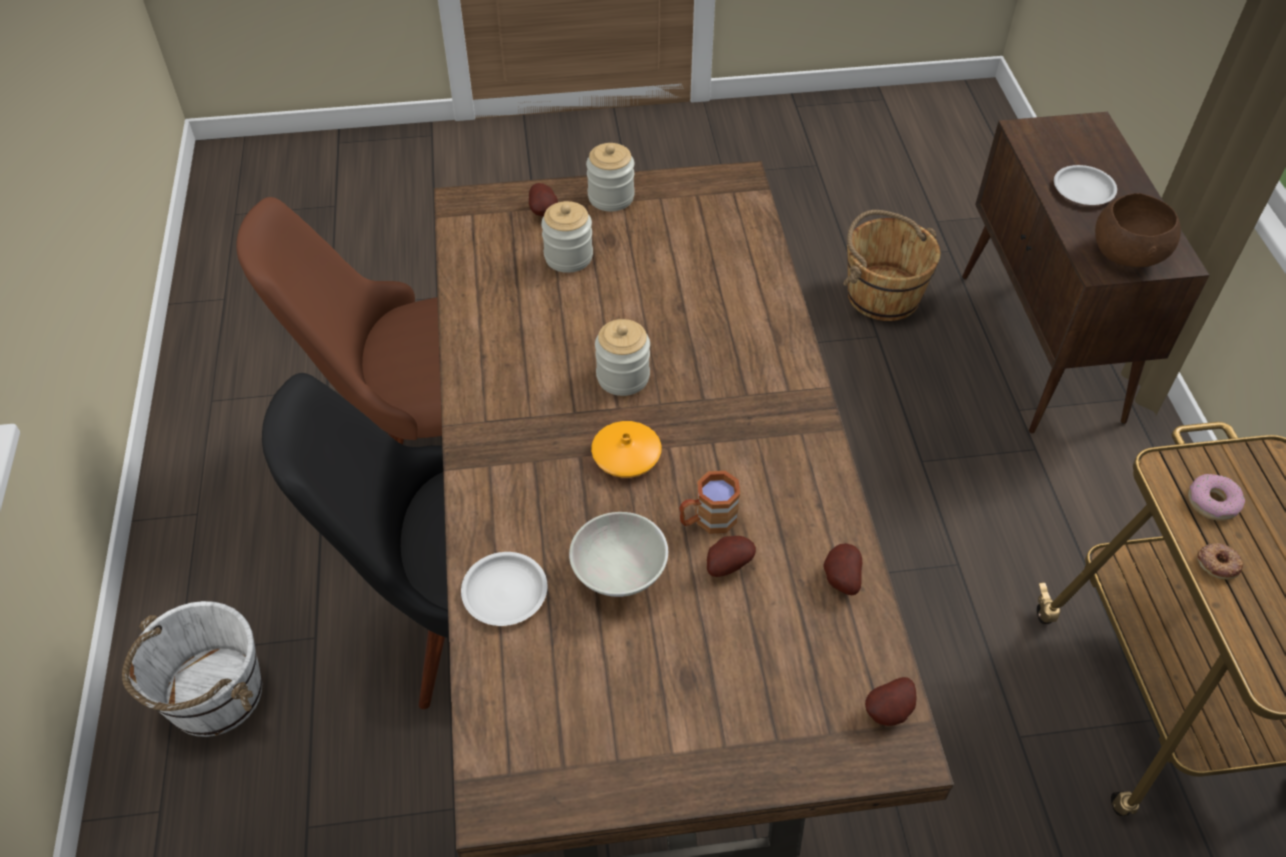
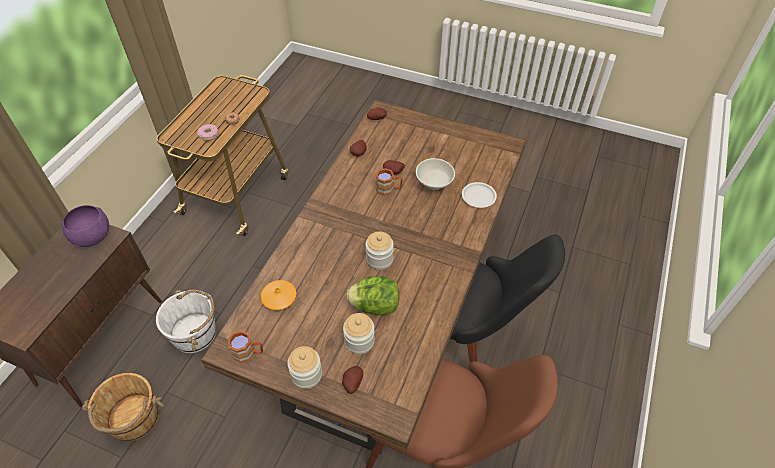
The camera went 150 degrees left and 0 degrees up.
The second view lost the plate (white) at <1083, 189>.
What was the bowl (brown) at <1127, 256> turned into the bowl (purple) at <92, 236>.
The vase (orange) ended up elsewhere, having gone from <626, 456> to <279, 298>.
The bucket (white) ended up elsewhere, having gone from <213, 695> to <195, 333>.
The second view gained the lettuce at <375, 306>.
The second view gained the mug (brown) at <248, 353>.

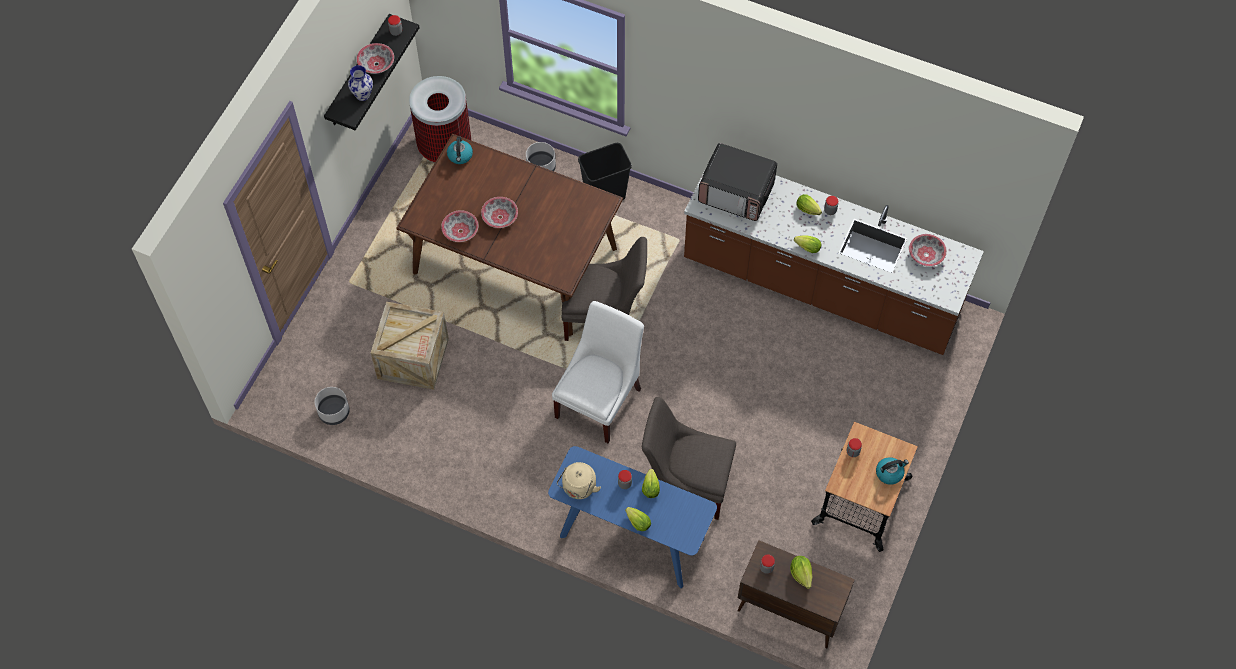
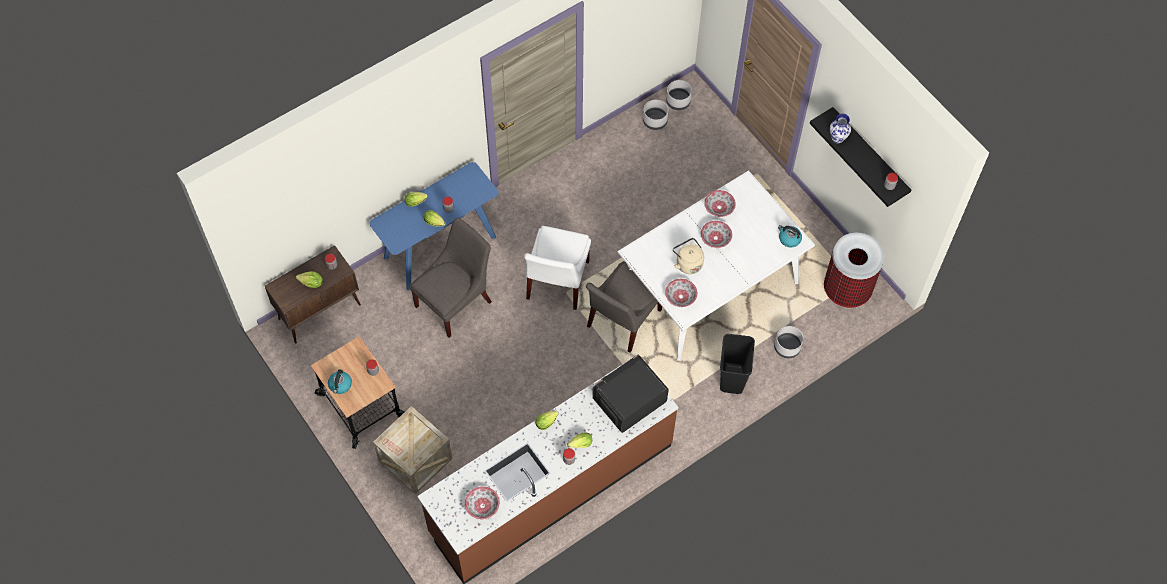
The camera went 120 degrees right and 0 degrees up.
The bowl ended up elsewhere, having gone from <376, 64> to <680, 296>.
What was the dining table (brown) at <514, 261> turned into the dining table (white) at <710, 286>.
The chair (white) at <600, 399> ended up facing another way, 45 degrees clockwise from before.
The crate ended up elsewhere, having gone from <413, 358> to <415, 459>.
The kettle (beige) ended up elsewhere, having gone from <578, 488> to <688, 263>.
The second view gained the planter (grey) at <678, 101>.

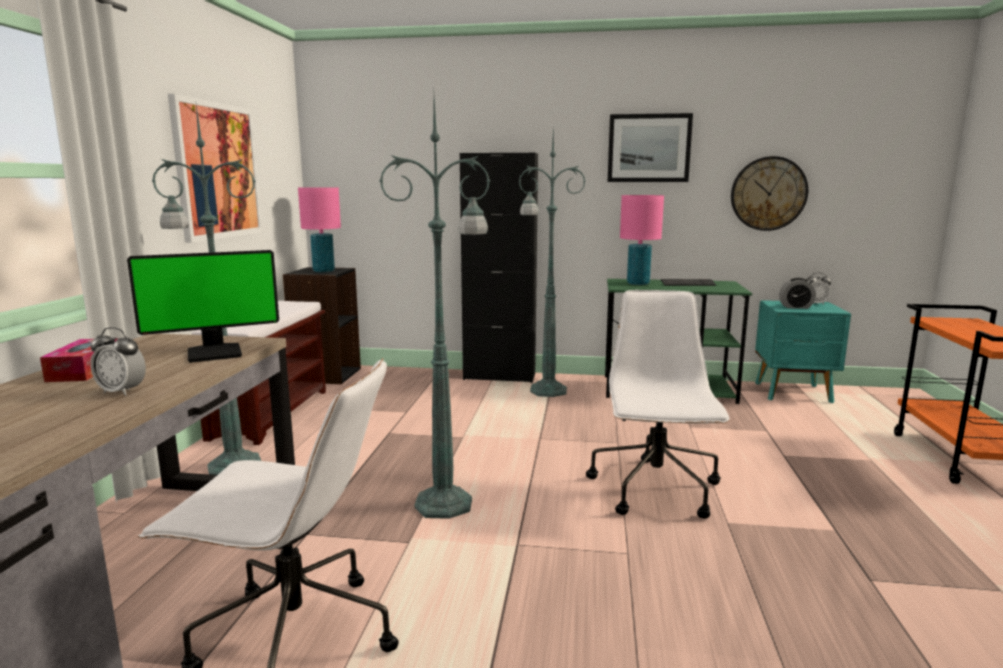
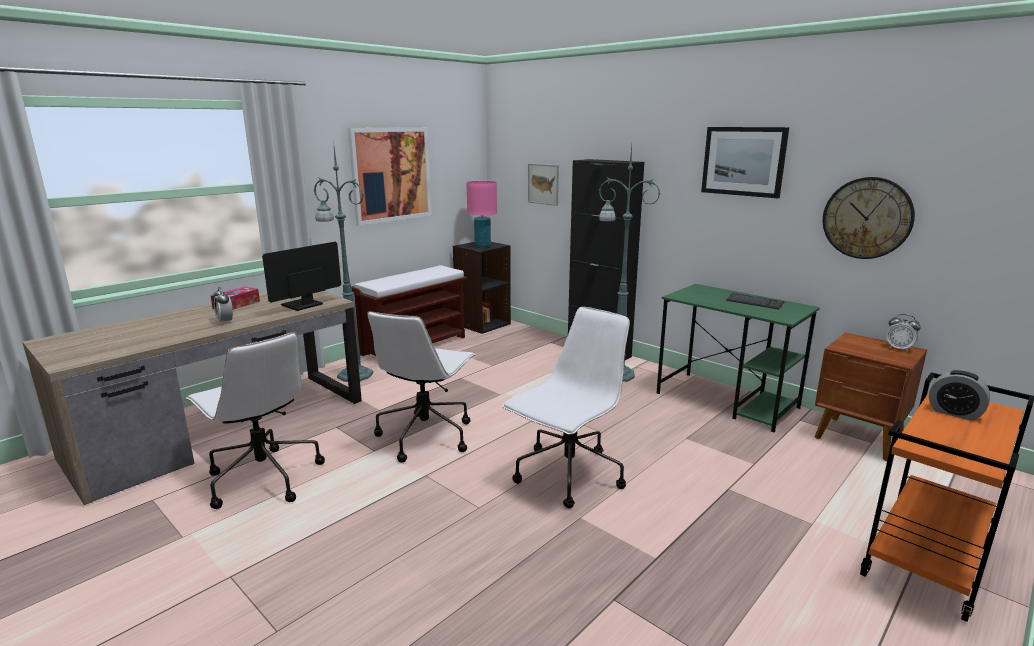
The camera went 35 degrees right and 5 degrees up.
Where the floor lamp (green) stood at <447, 503>, the office chair (white) came to stand at <426, 436>.
The second view lost the table lamp (pink) at <638, 284>.
The monitor at <215, 353> ended up facing another way, 120 degrees clockwise from before.
The alarm clock ended up elsewhere, having gone from <795, 307> to <954, 413>.
What was the nightstand (turquoise) at <794, 393> turned into the nightstand (brown) at <859, 439>.
The second view gained the picture at <543, 184>.

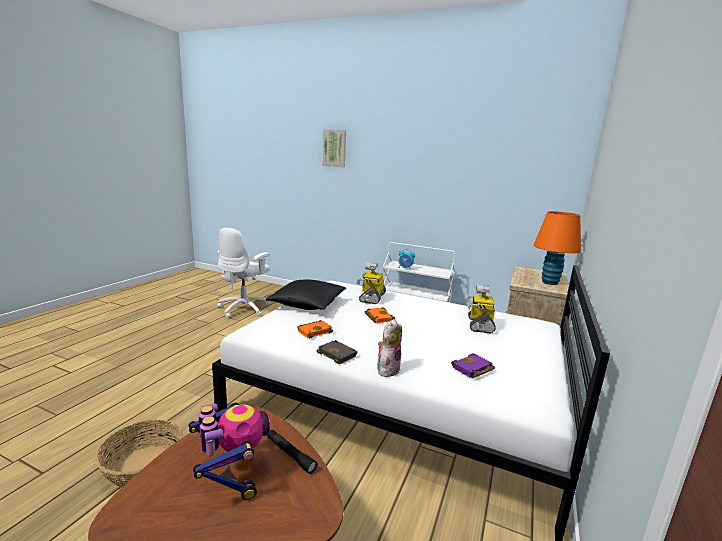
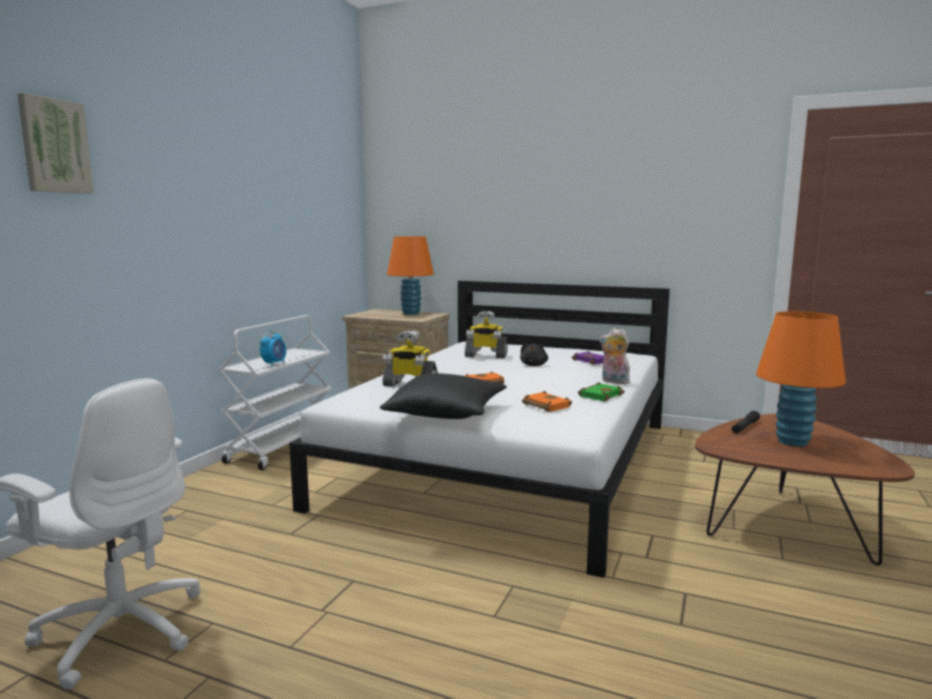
The camera went 90 degrees left and 5 degrees down.
What was the book (black) at <338, 354> turned into the book (green) at <600, 395>.
Where the toy robot stood at <231, 475>, the table lamp (orange) came to stand at <792, 442>.
The second view lost the basket at <143, 467>.
The second view gained the plush toy (black) at <534, 365>.

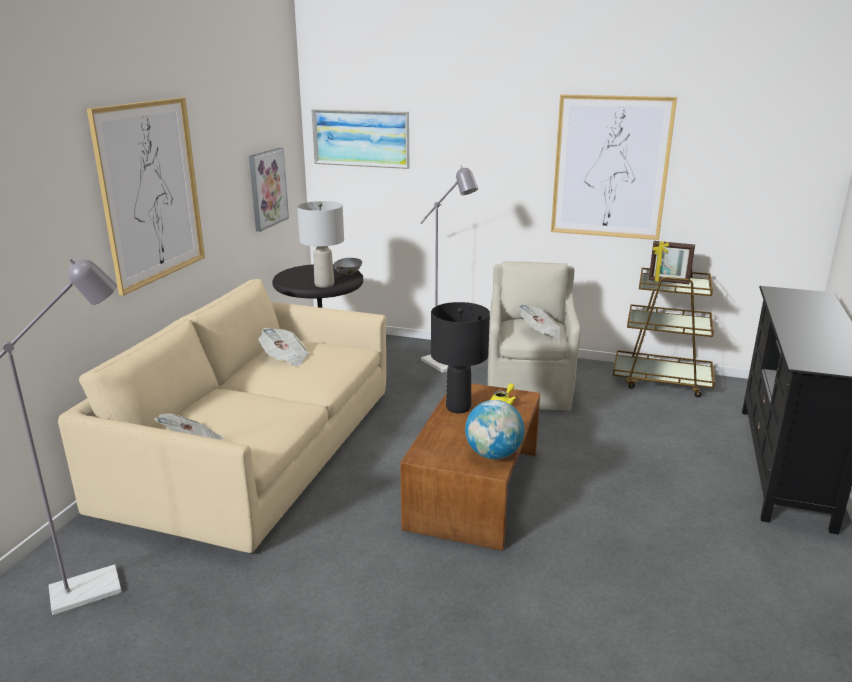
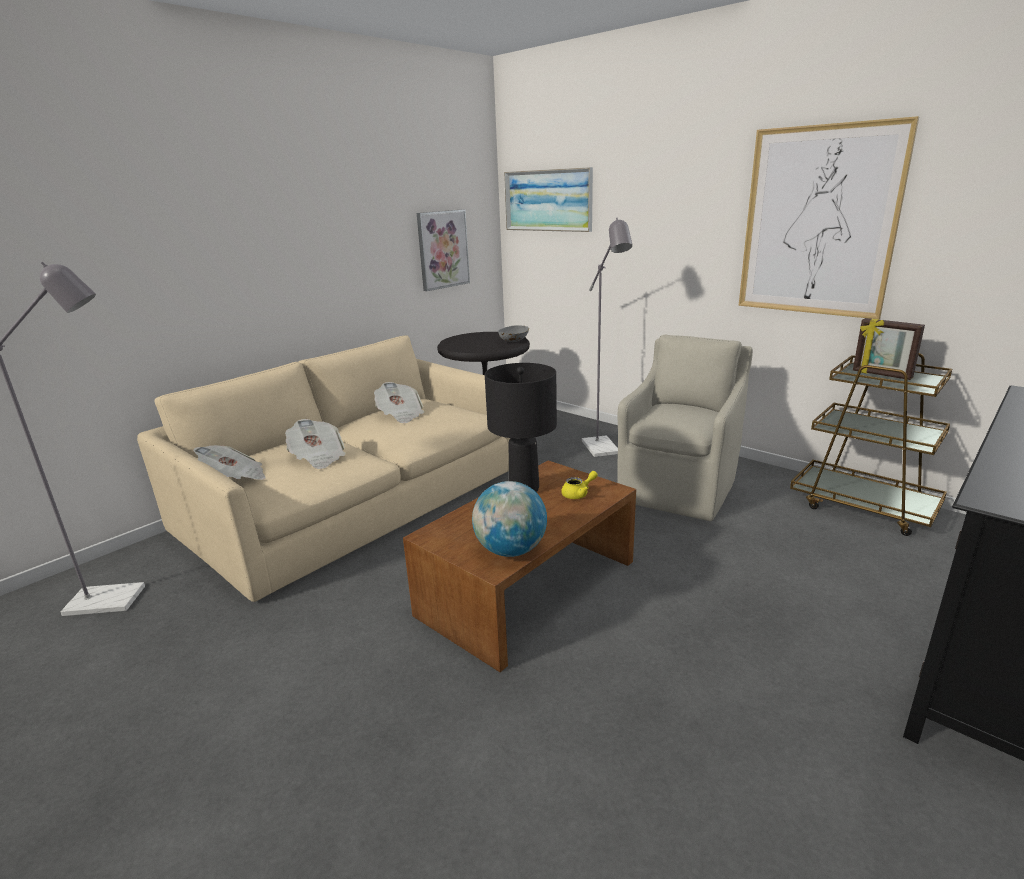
The camera went 25 degrees right and 0 degrees up.
The second view lost the picture at <151, 192>.
The second view lost the table lamp (grey) at <324, 284>.
The newspaper ended up elsewhere, having gone from <540, 333> to <318, 458>.

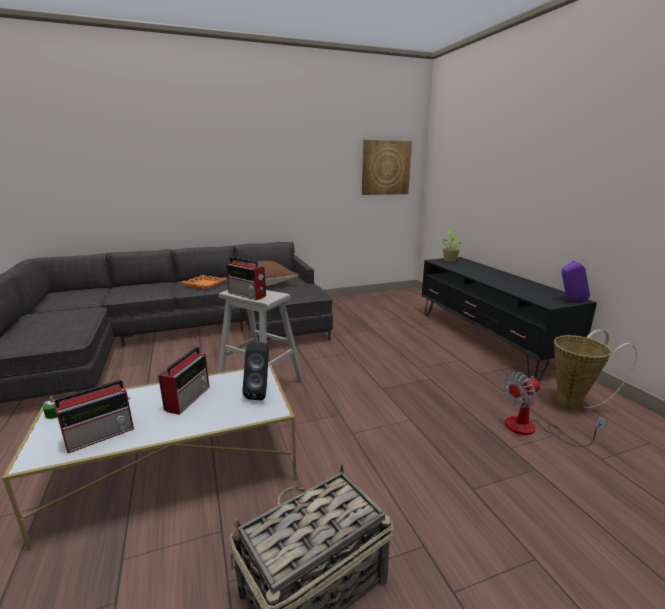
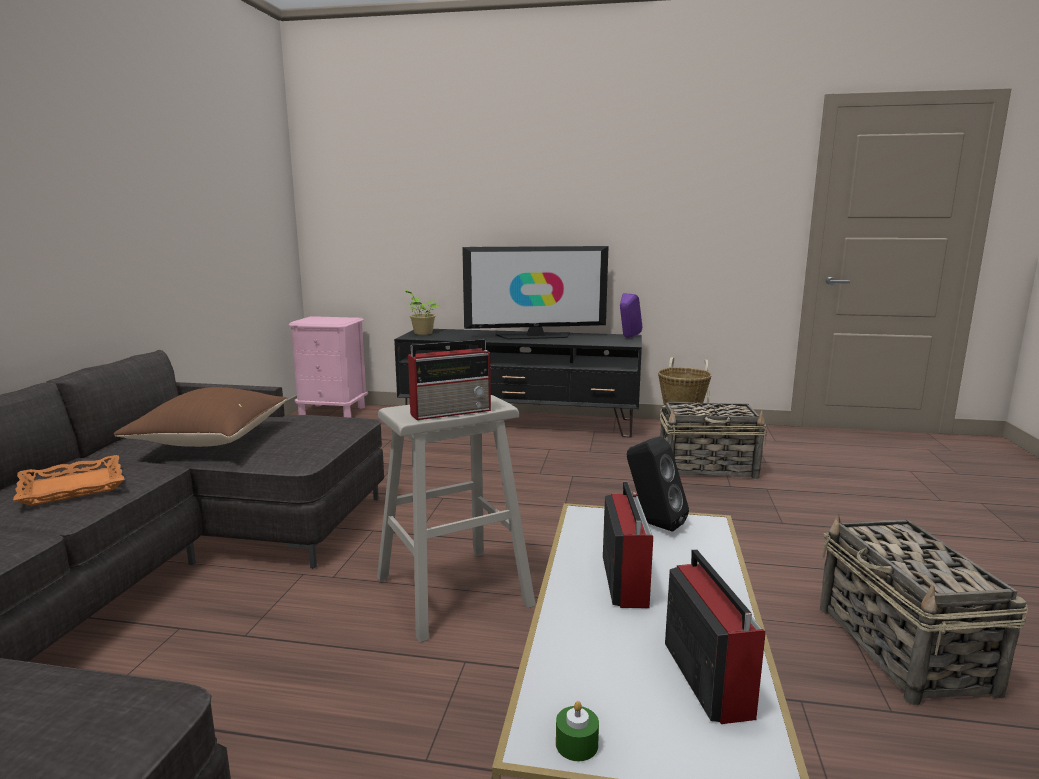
The camera went 60 degrees left and 5 degrees down.
The second view lost the picture at <385, 167>.
The radio at <189, 398> ended up facing another way, 45 degrees clockwise from before.
Where the fan stood at <532, 429>, the basket came to stand at <708, 468>.
The second view gained the television at <535, 336>.
The second view gained the nightstand (pink) at <332, 411>.

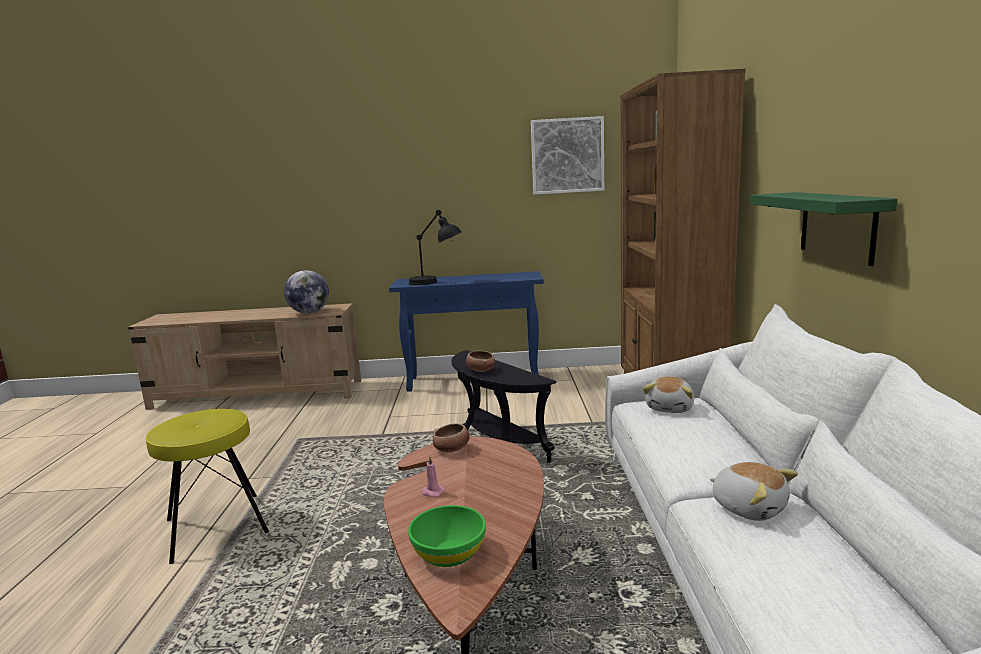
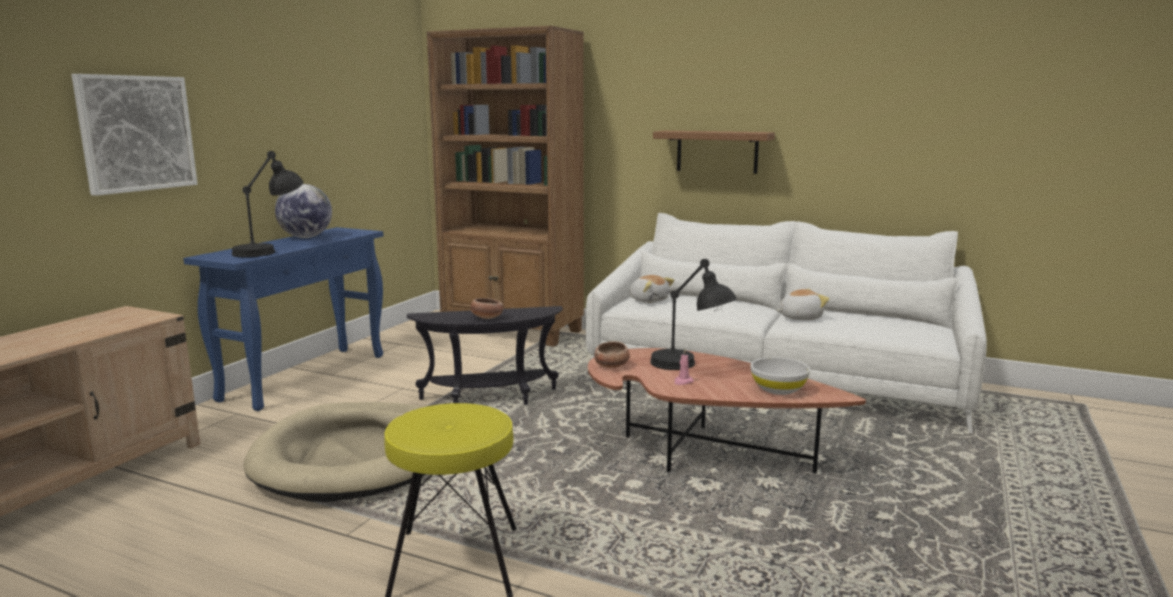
The camera went 65 degrees left and 0 degrees up.
The picture ended up elsewhere, having gone from <567, 156> to <136, 133>.
What was the shelf (green) at <837, 226> turned into the shelf (brown) at <717, 151>.
The globe ended up elsewhere, having gone from <309, 312> to <306, 237>.
What was the bowl (green) at <448, 554> turned into the bowl (white) at <778, 389>.
The second view gained the table lamp (black) at <689, 367>.
The second view gained the dog bed (beige) at <355, 457>.

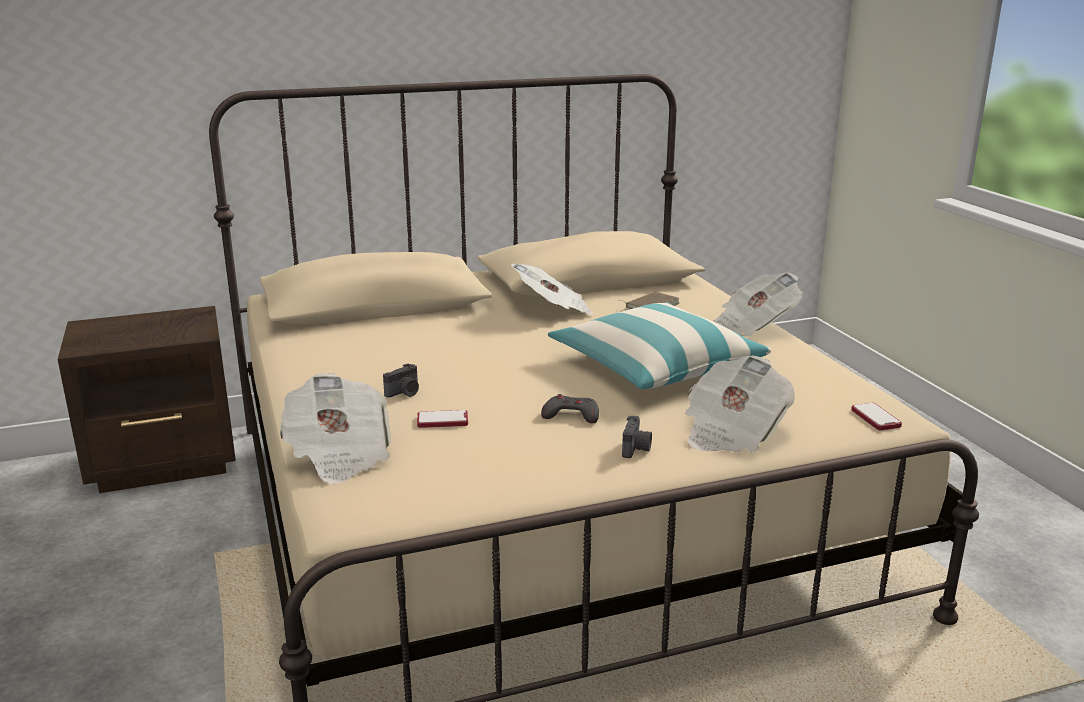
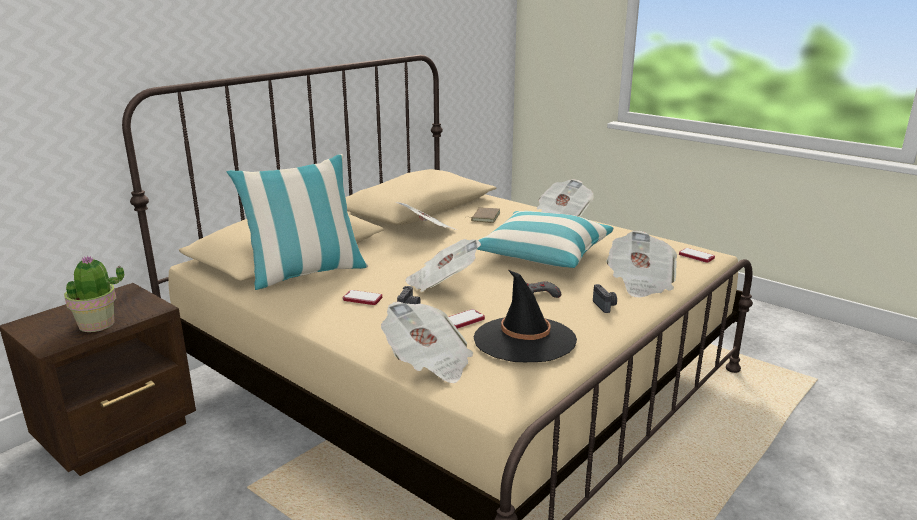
The camera went 30 degrees left and 0 degrees up.
The second view gained the pillow at <306, 273>.
The second view gained the newspaper at <442, 283>.
The second view gained the potted plant at <97, 324>.
The second view gained the hat (black) at <524, 340>.
The second view gained the phone at <362, 298>.

